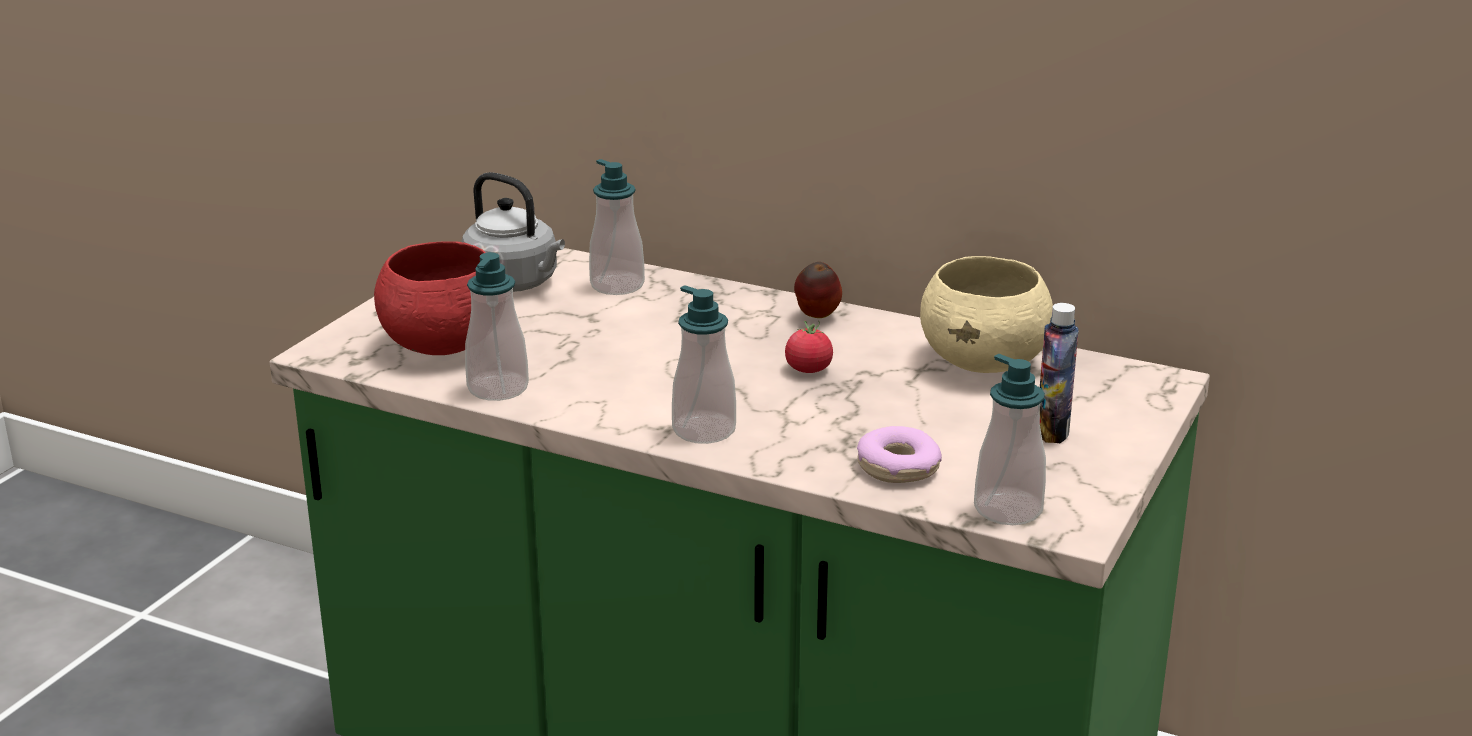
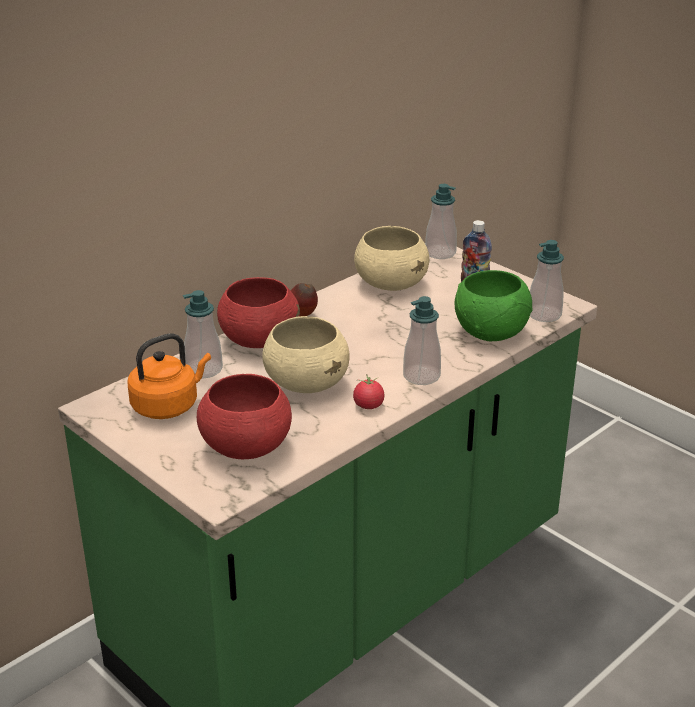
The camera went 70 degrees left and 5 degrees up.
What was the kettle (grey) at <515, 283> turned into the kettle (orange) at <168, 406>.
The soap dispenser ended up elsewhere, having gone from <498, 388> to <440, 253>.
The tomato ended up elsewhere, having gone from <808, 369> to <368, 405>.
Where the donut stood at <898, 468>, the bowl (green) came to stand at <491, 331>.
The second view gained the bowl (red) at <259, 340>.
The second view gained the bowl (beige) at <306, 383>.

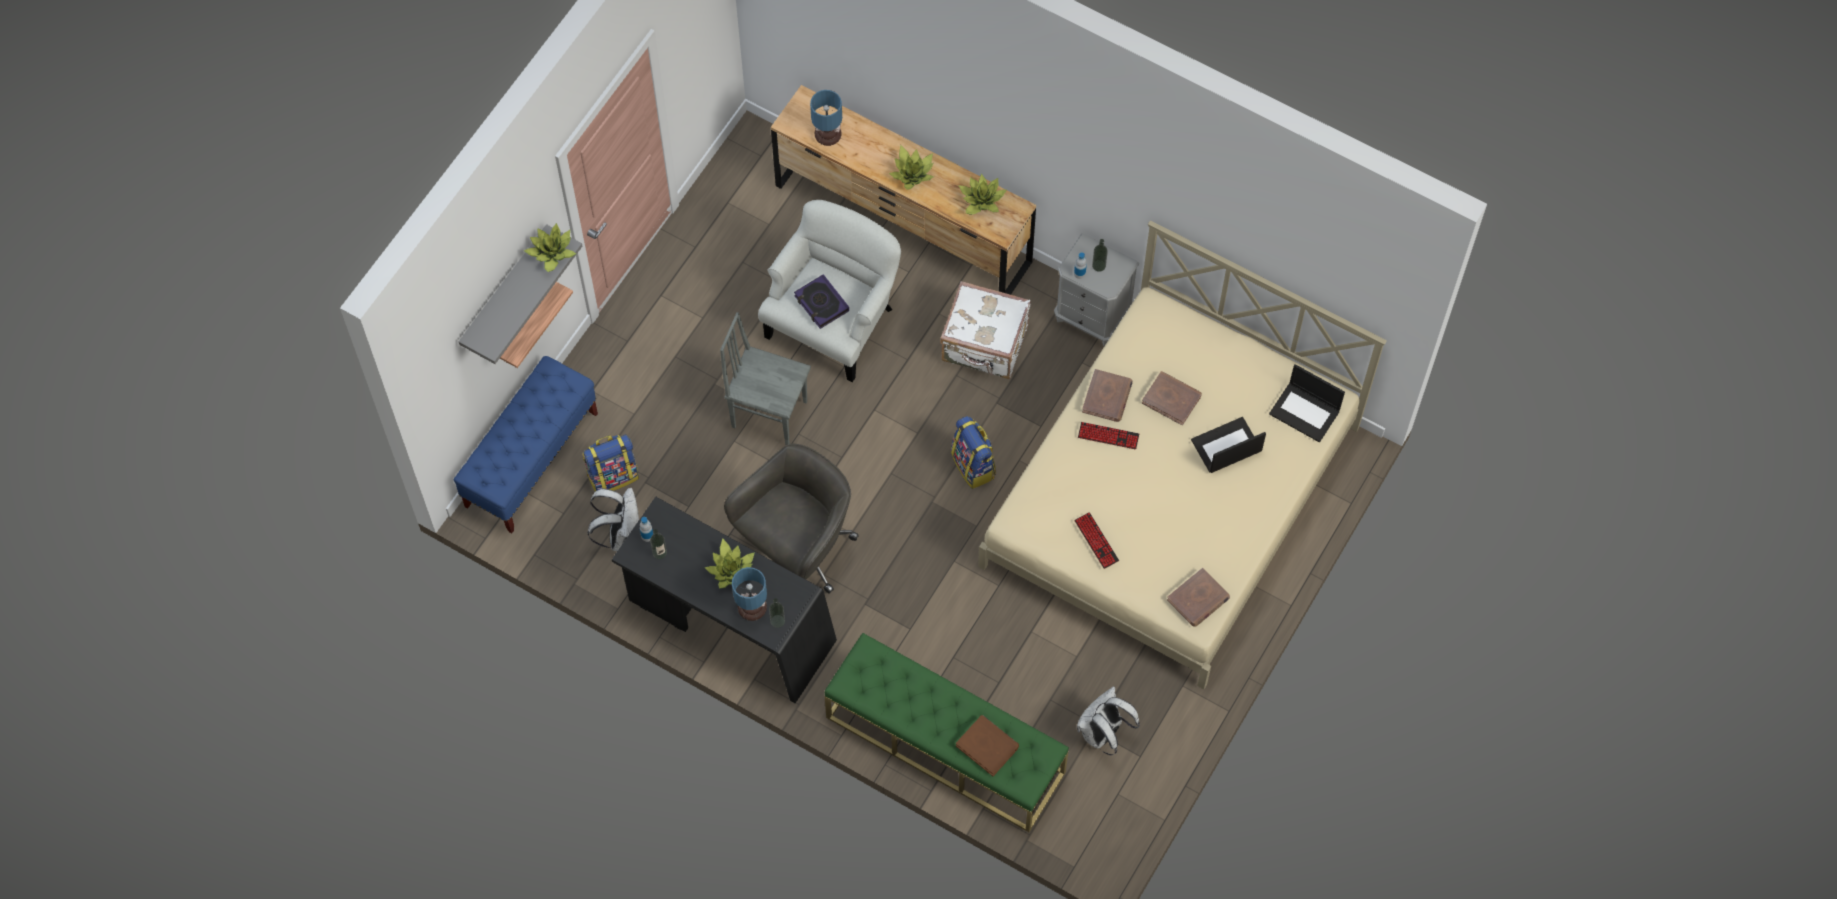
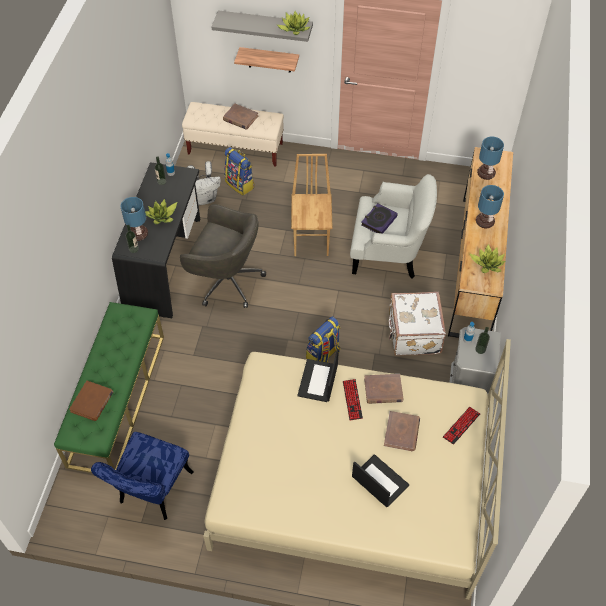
The camera went 70 degrees right and 10 degrees down.
Where the potted plant stood at <912, 173>, the table lamp came to stand at <485, 222>.
What was the chair (grey) at <769, 413> turned into the chair (brown) at <312, 240>.
What was the bench (blue) at <532, 460> turned into the bench (beige) at <235, 149>.
The laptop ended up elsewhere, having gone from <1305, 412> to <318, 381>.
The keyboard ended up elsewhere, having gone from <1096, 541> to <461, 425>.
The book (brown) ended up elsewhere, having gone from <1198, 599> to <240, 118>.
Where the backpack (white) stood at <1102, 734>, the chair (blue) came to stand at <151, 492>.

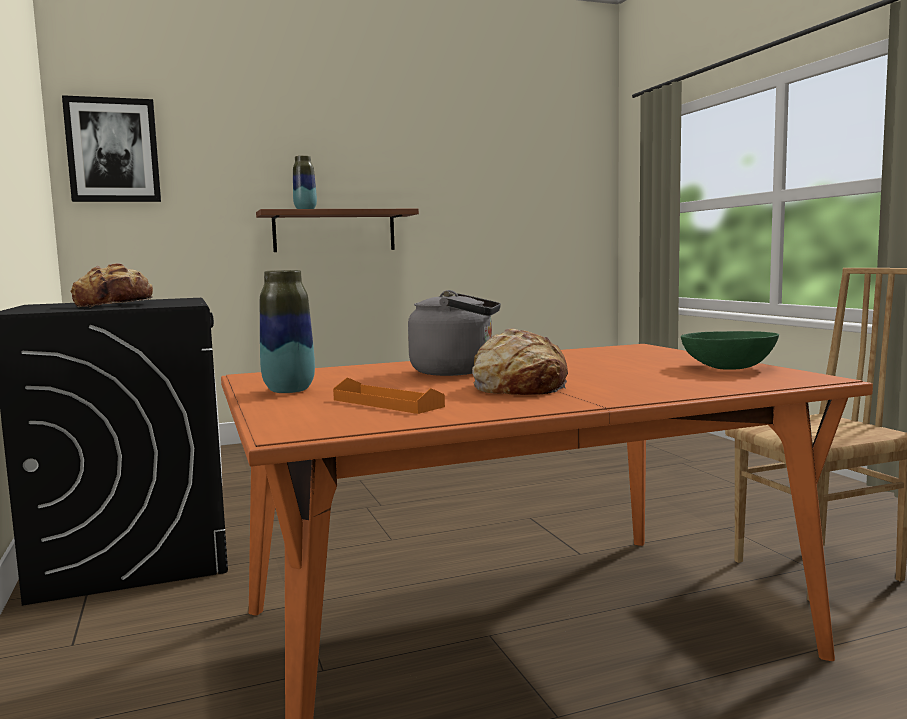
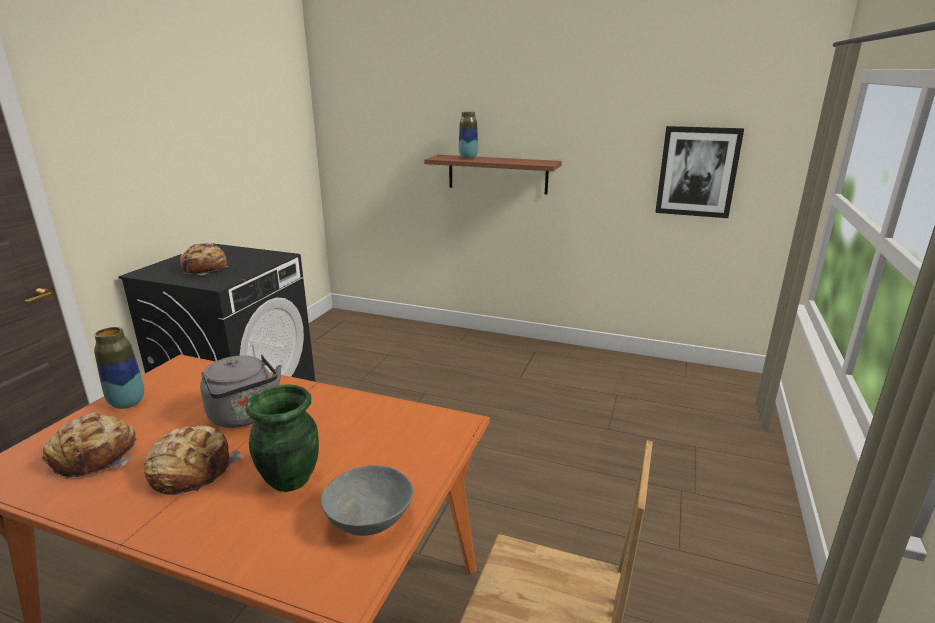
The camera went 40 degrees right and 15 degrees up.
The picture ended up elsewhere, having gone from <113, 150> to <697, 172>.
What was the bowl (green) at <729, 367> turned into the bowl (grey) at <370, 519>.
Where the tray (orange) stood at <387, 403>, the bread came to stand at <95, 456>.
The second view gained the vase (green) at <289, 480>.

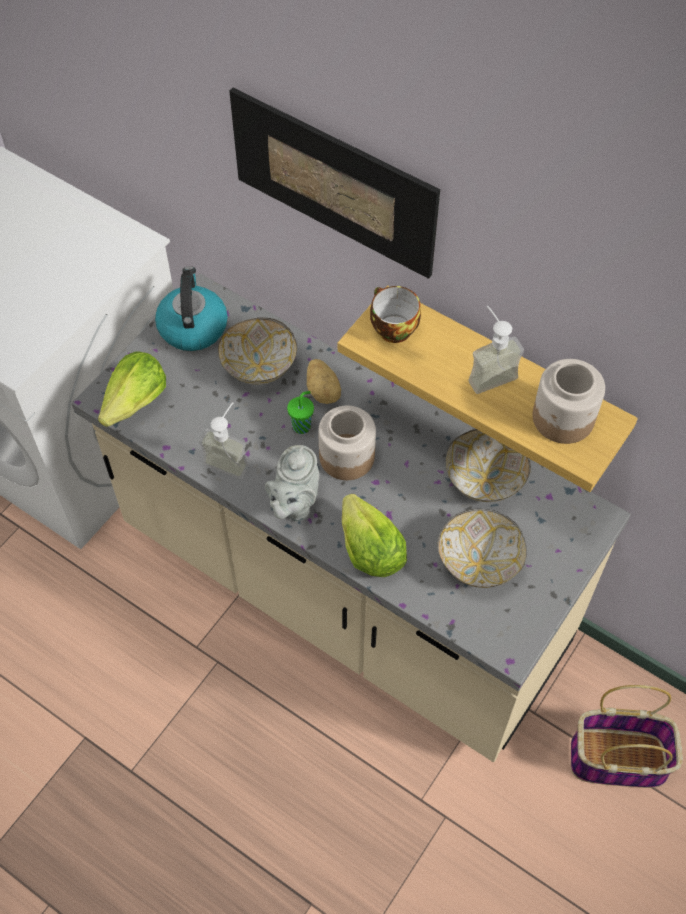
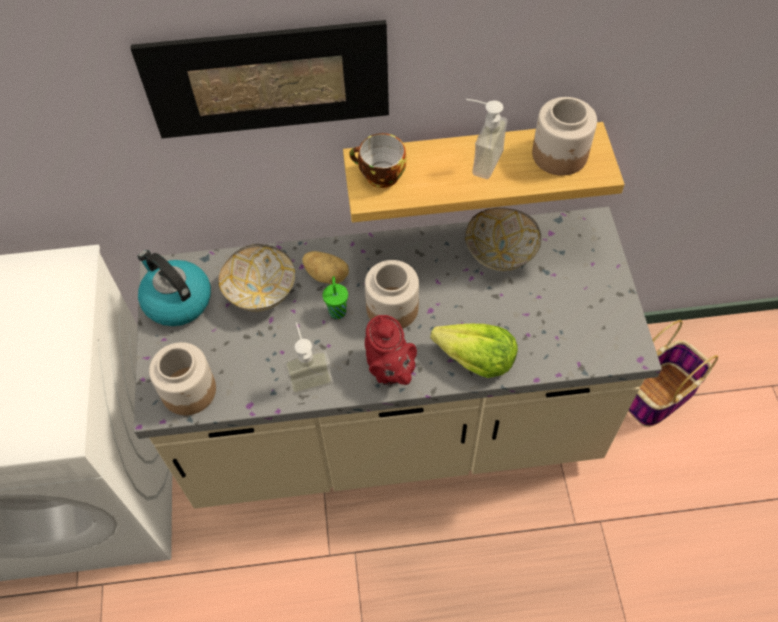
The camera went 40 degrees left and 0 degrees up.
Where the lettuce stood at <136, 402>, the jar came to stand at <189, 390>.
What was the teapot (grey) at <294, 503> turned into the teapot (red) at <390, 370>.
The second view lost the bowl at <478, 562>.

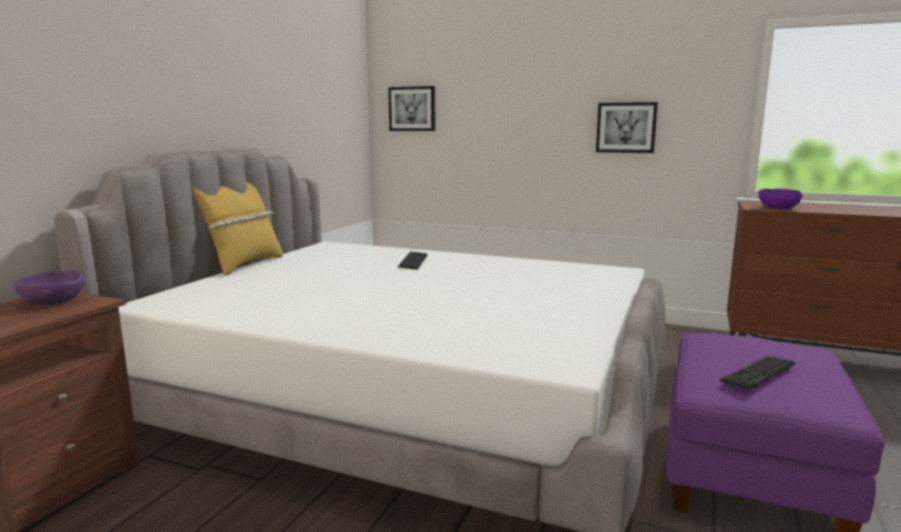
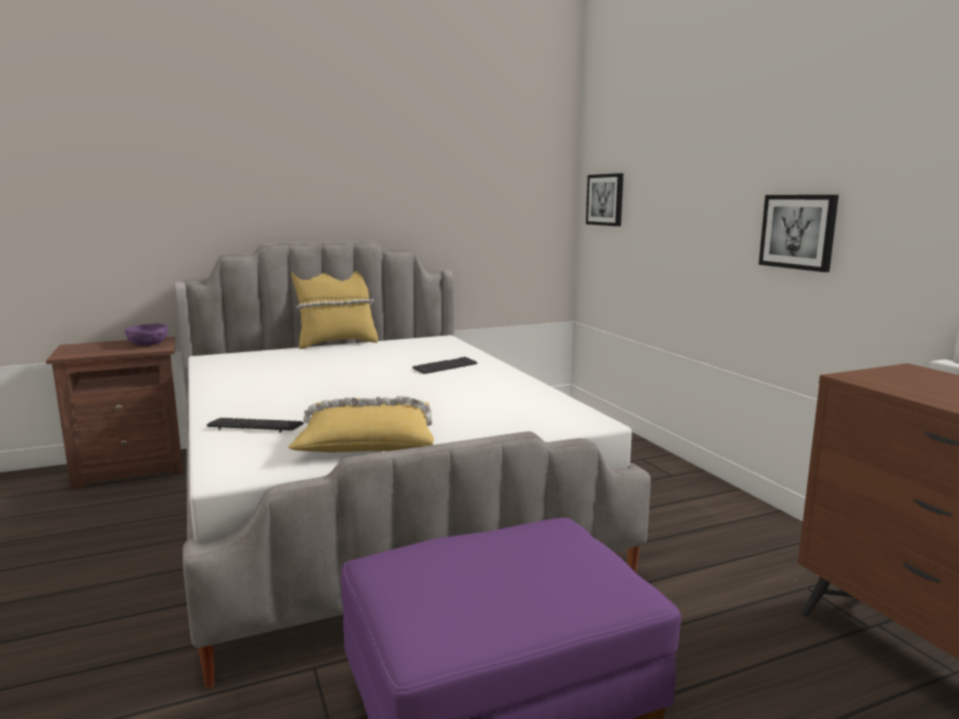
The camera went 45 degrees right and 0 degrees up.
The second view lost the bowl (purple) at <778, 208>.
The keyboard ended up elsewhere, having gone from <758, 374> to <255, 426>.
The second view gained the pillow (yellow) at <367, 439>.

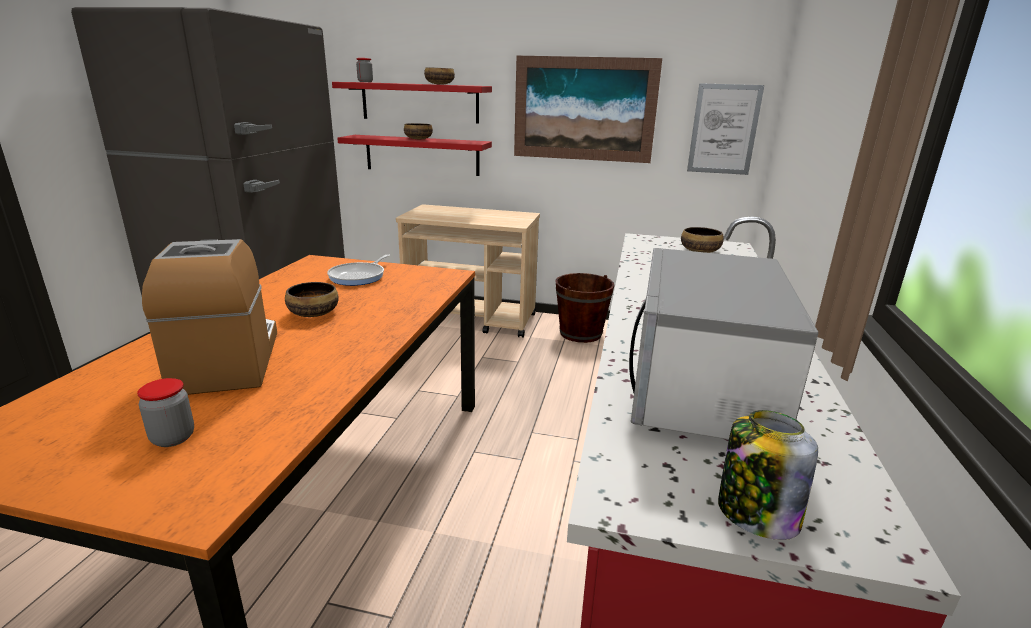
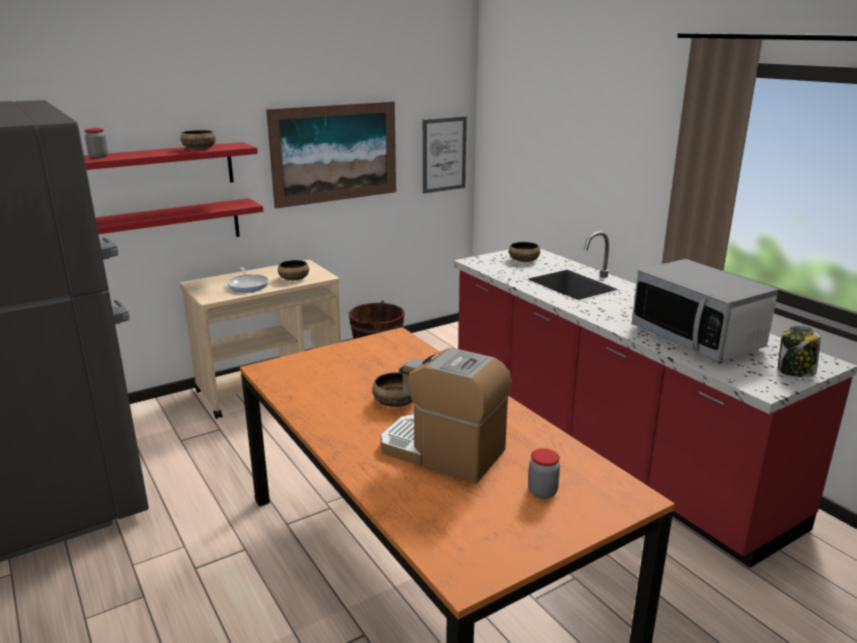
The camera went 45 degrees left and 0 degrees up.
The bowl ended up elsewhere, having gone from <418, 139> to <293, 279>.
The frying pan ended up elsewhere, having gone from <359, 276> to <248, 285>.

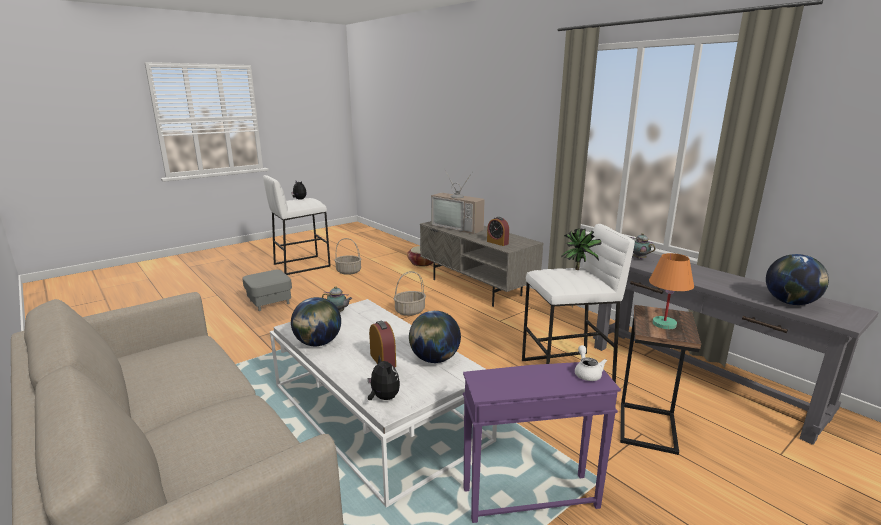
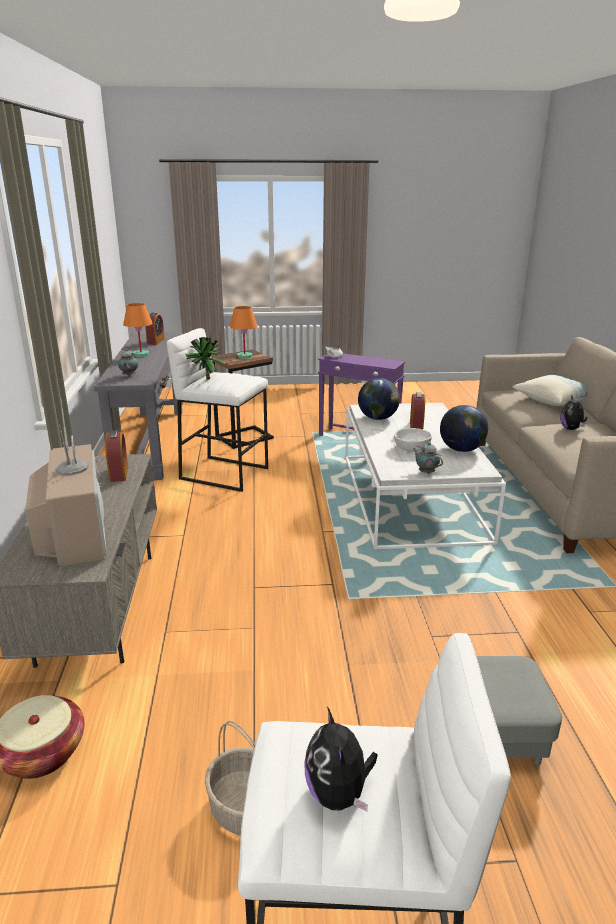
The camera went 145 degrees left and 5 degrees up.
Where the globe stood at <790, 303>, the alarm clock came to stand at <156, 341>.
The second view lost the basket at <410, 311>.
The plush toy ended up elsewhere, having gone from <383, 398> to <571, 429>.
The second view gained the table lamp (orange) at <141, 354>.
The second view gained the pillow at <554, 400>.
The second view gained the bowl (white) at <411, 448>.

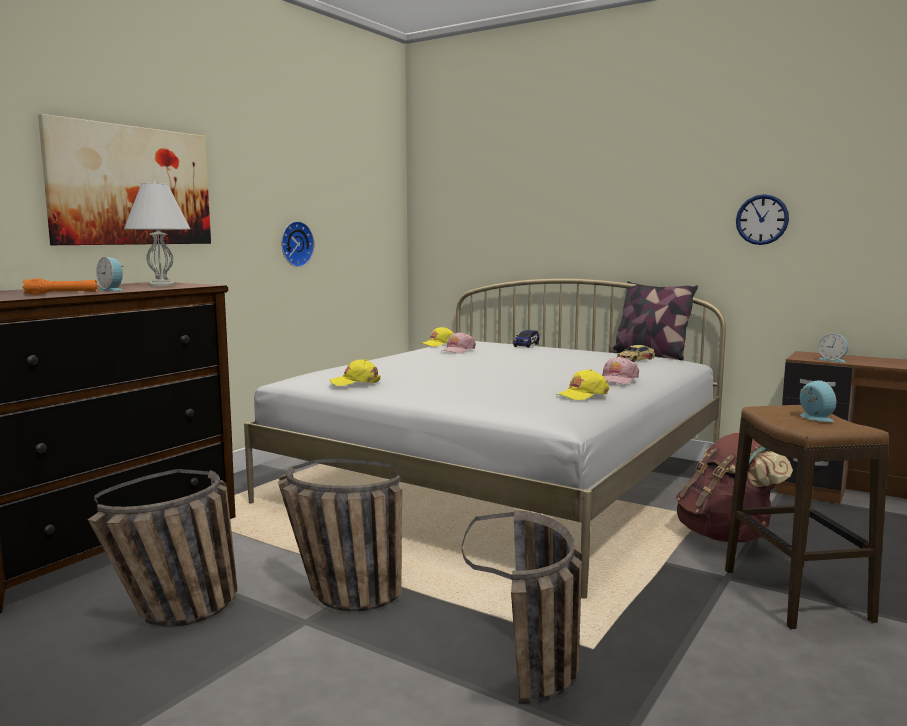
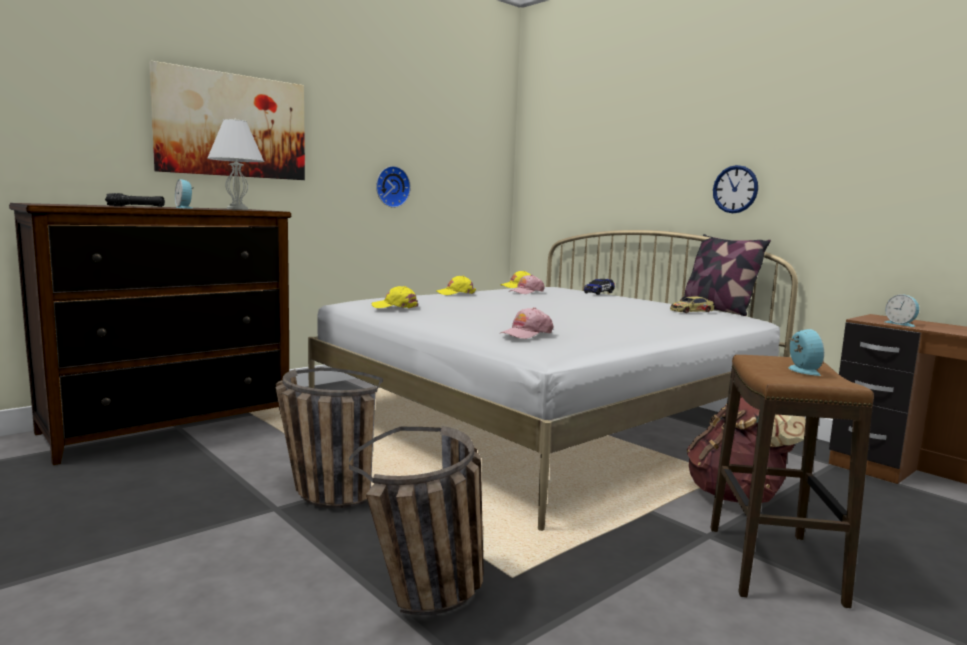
The camera went 15 degrees right and 0 degrees up.
The wall clock ended up elsewhere, having gone from <762, 219> to <735, 189>.
What was the flashlight (orange) at <61, 293> turned into the flashlight (black) at <136, 206>.
The cap (pink) ended up elsewhere, having gone from <617, 380> to <526, 334>.
The cap (yellow) ended up elsewhere, having gone from <582, 395> to <455, 293>.
The second view lost the basket at <176, 616>.

